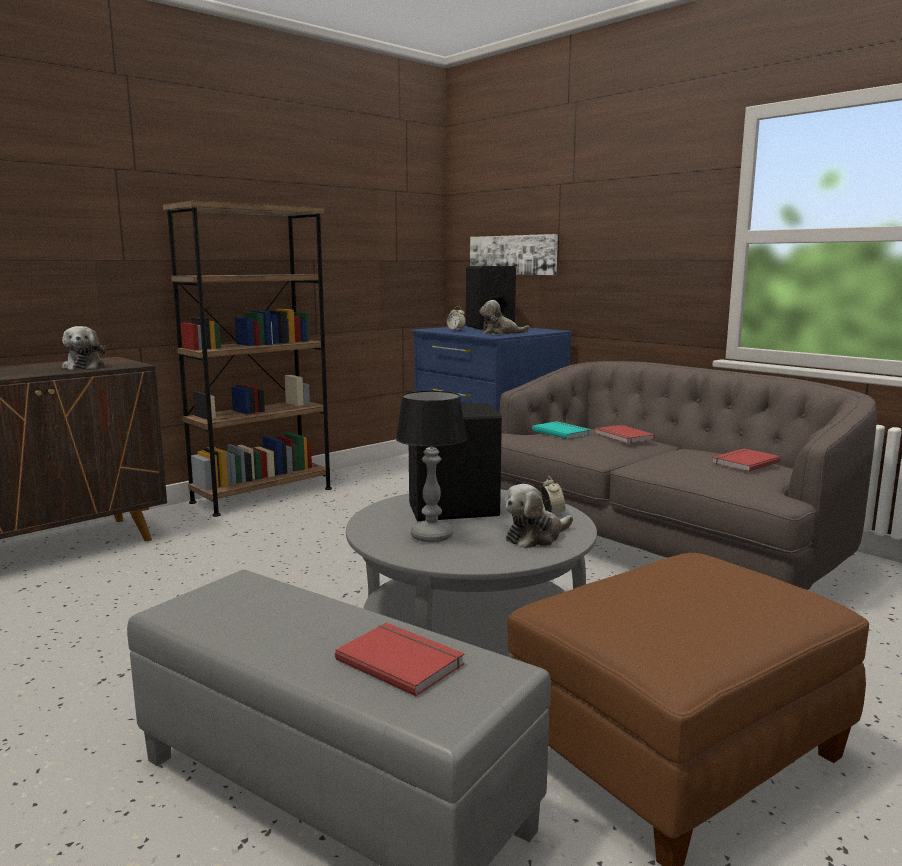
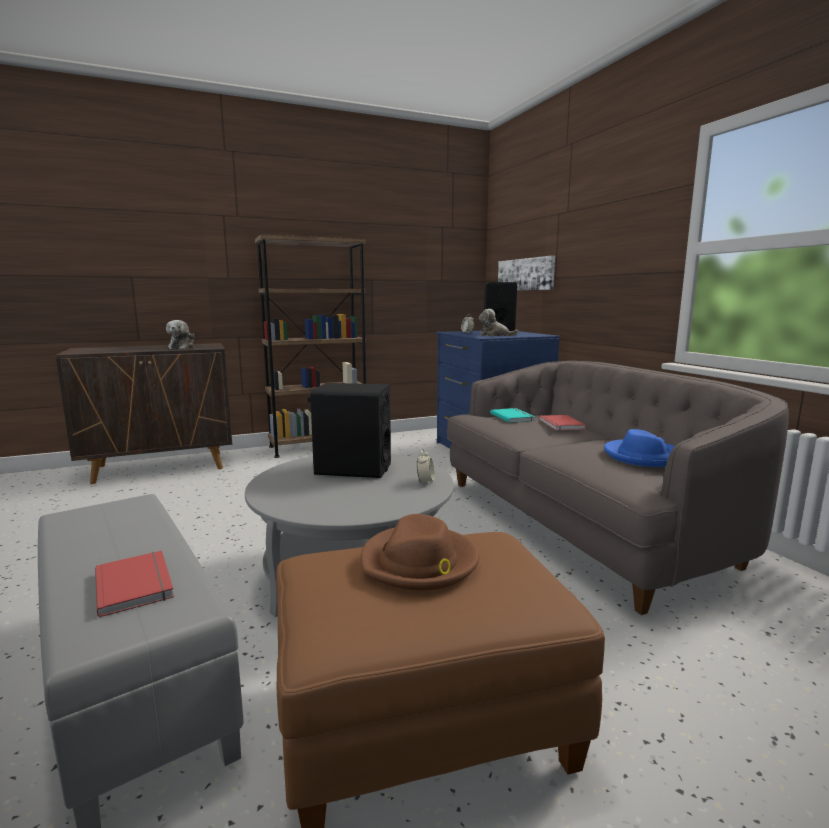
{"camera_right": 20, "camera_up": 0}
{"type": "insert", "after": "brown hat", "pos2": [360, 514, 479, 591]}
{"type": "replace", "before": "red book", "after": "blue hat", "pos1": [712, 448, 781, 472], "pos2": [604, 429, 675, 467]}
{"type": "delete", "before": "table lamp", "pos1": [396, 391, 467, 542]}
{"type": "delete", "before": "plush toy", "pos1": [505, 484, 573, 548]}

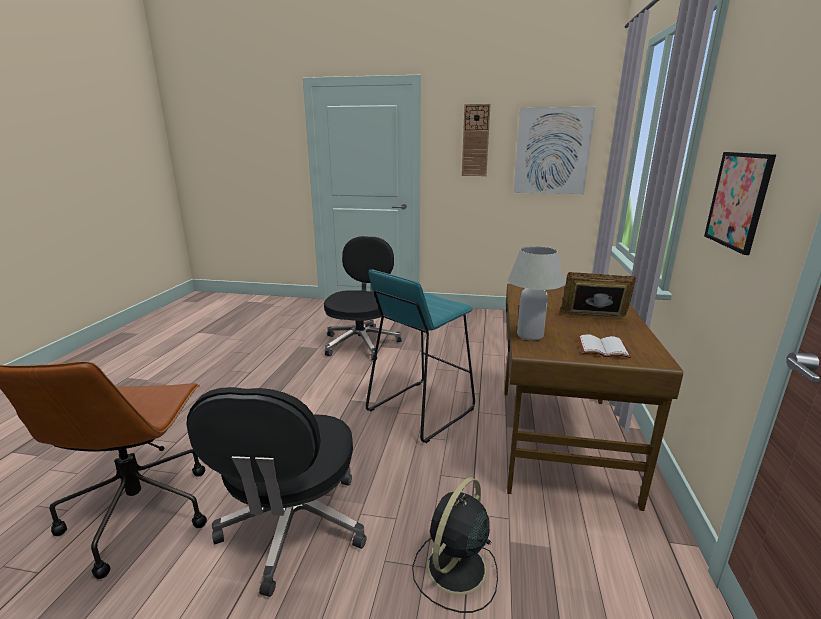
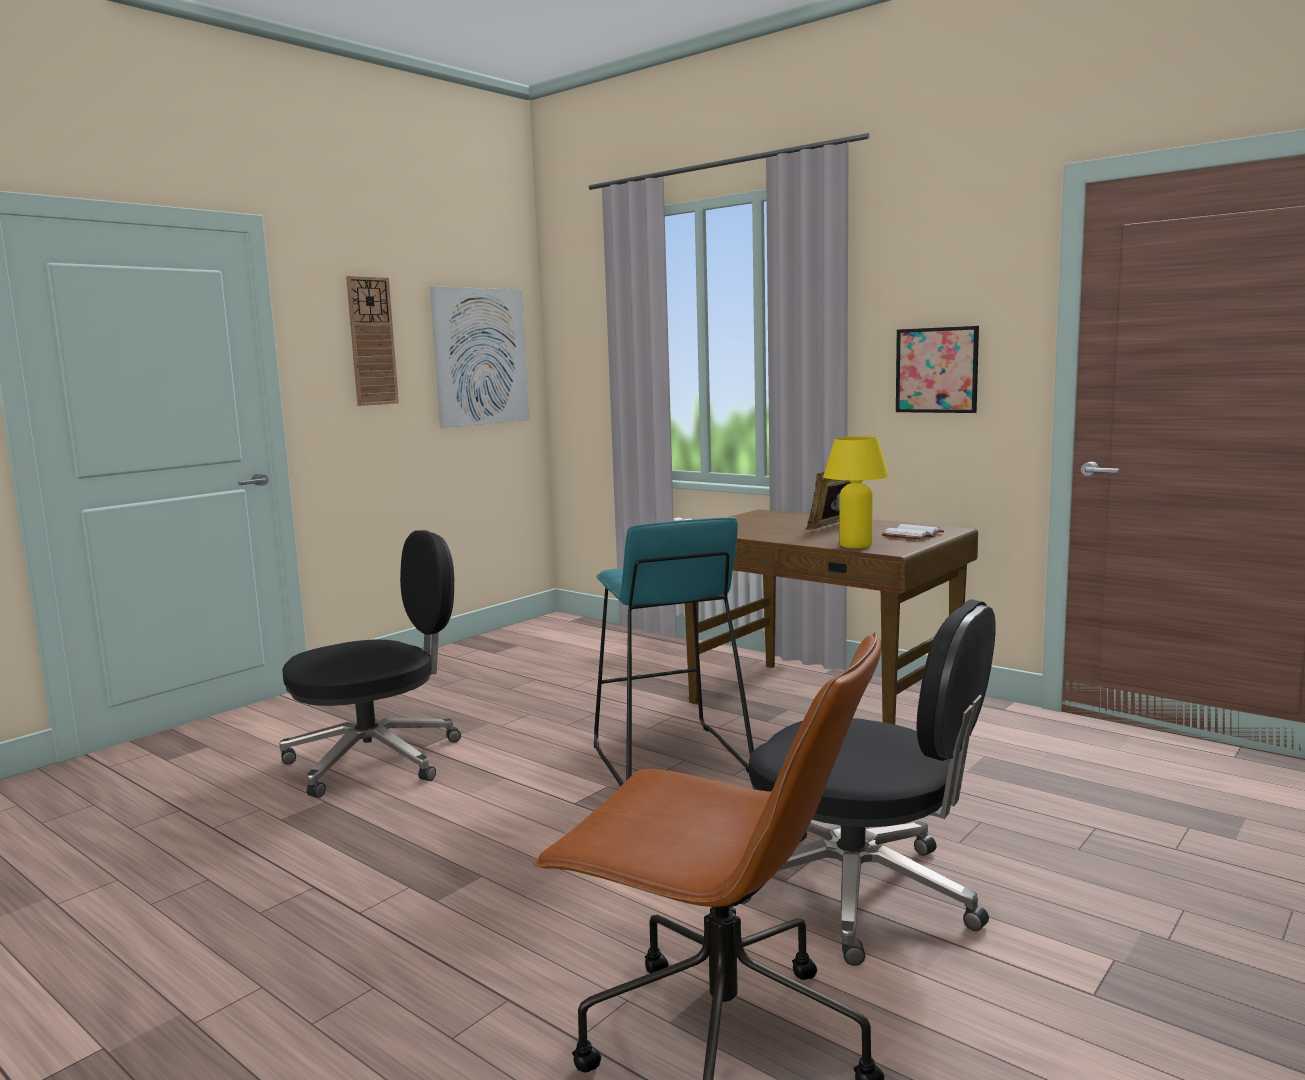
{"camera_right": -60, "camera_up": -10}
{"type": "rotate", "before": "black office chair", "pos1": [324, 236, 402, 360], "pos2": [279, 530, 461, 798], "turn": 105}
{"type": "recolor", "before": "white table lamp", "after": "yellow table lamp", "pos1": [508, 246, 564, 341], "pos2": [823, 436, 889, 549]}
{"type": "delete", "before": "black fan", "pos1": [412, 477, 498, 613]}

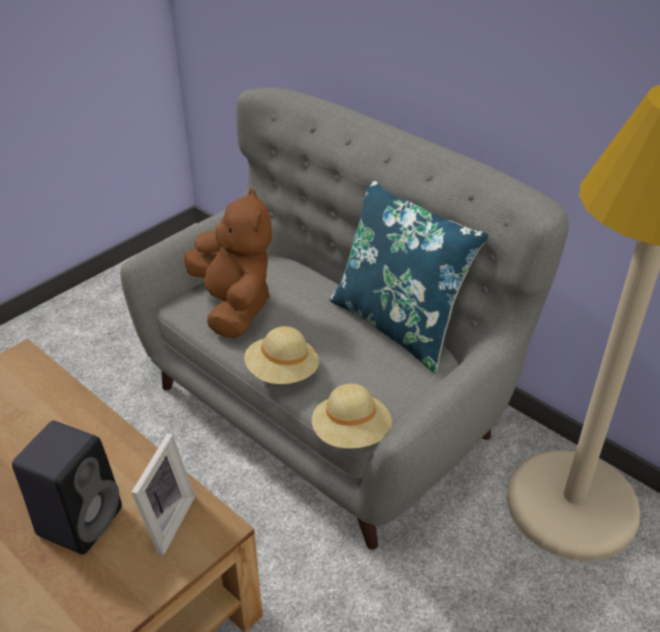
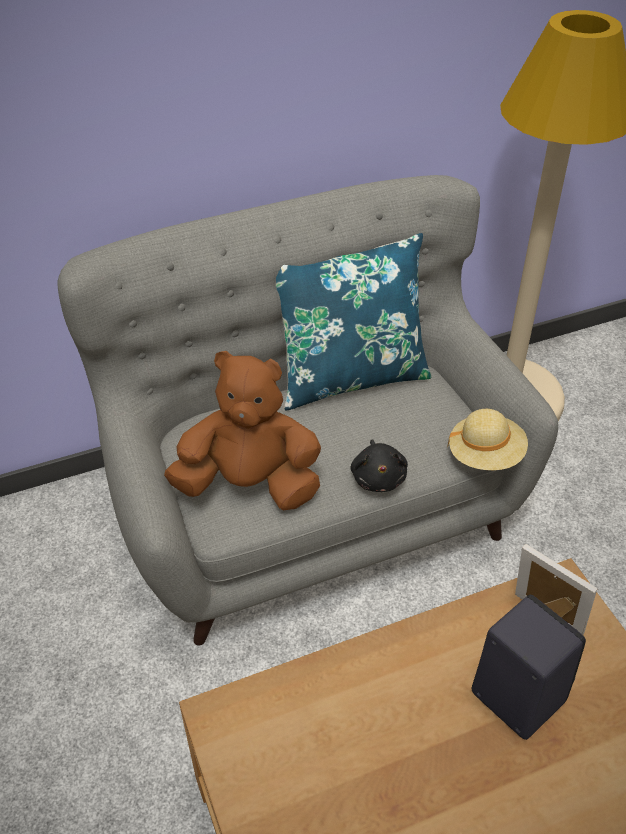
{"camera_right": -65, "camera_up": 5}
{"type": "replace", "before": "beige hat", "after": "black plush toy", "pos1": [244, 326, 319, 384], "pos2": [350, 439, 408, 492]}

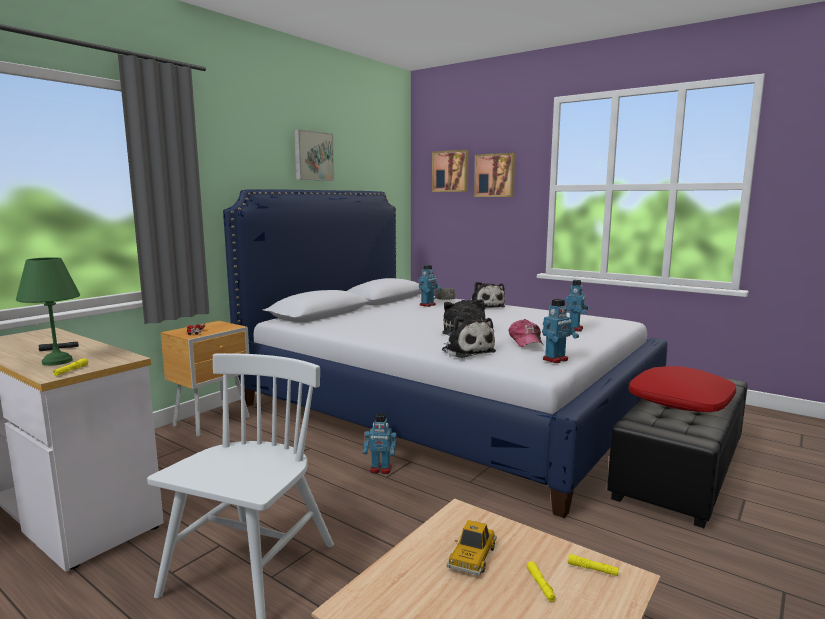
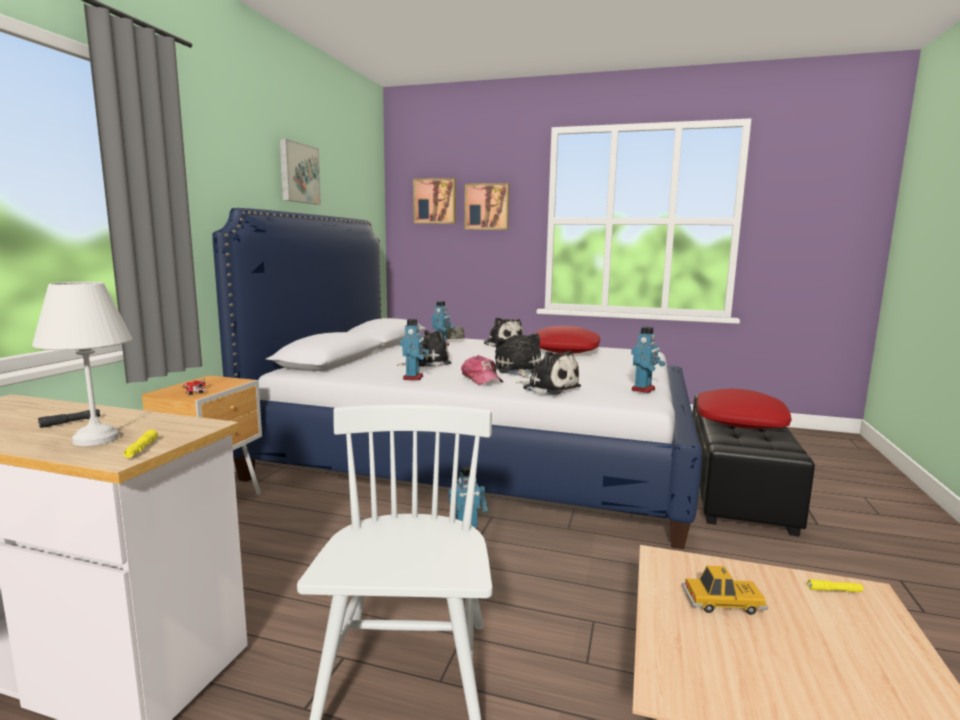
{"camera_right": -20, "camera_up": 0}
{"type": "recolor", "before": "green table lamp", "after": "white table lamp", "pos1": [16, 257, 80, 366], "pos2": [32, 282, 132, 446]}
{"type": "insert", "after": "plush toy", "pos2": [397, 330, 451, 367]}
{"type": "move", "before": "toy robot", "pos1": [565, 280, 589, 332], "pos2": [400, 319, 429, 380]}
{"type": "move", "before": "cap", "pos1": [509, 319, 544, 347], "pos2": [461, 355, 503, 385]}
{"type": "insert", "after": "red pillow", "pos2": [534, 326, 600, 354]}
{"type": "rotate", "before": "toy car", "pos1": [447, 520, 497, 576], "pos2": [682, 566, 768, 615], "turn": -90}
{"type": "delete", "before": "yellow flashlight", "pos1": [527, 561, 556, 602]}

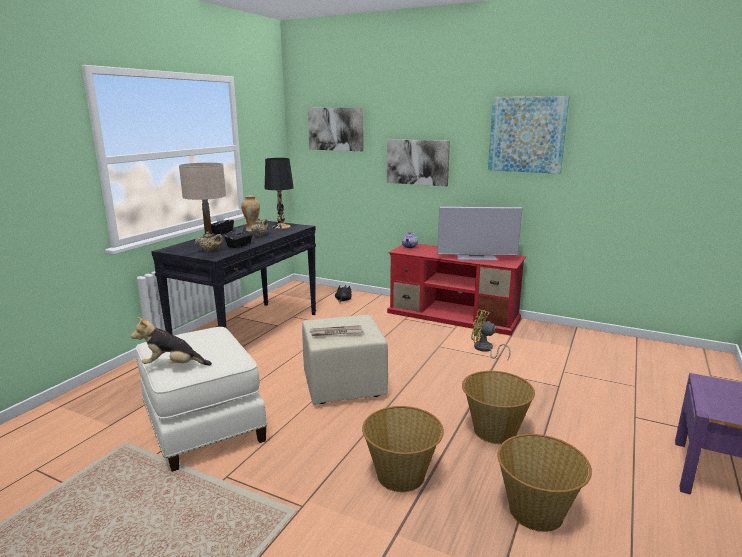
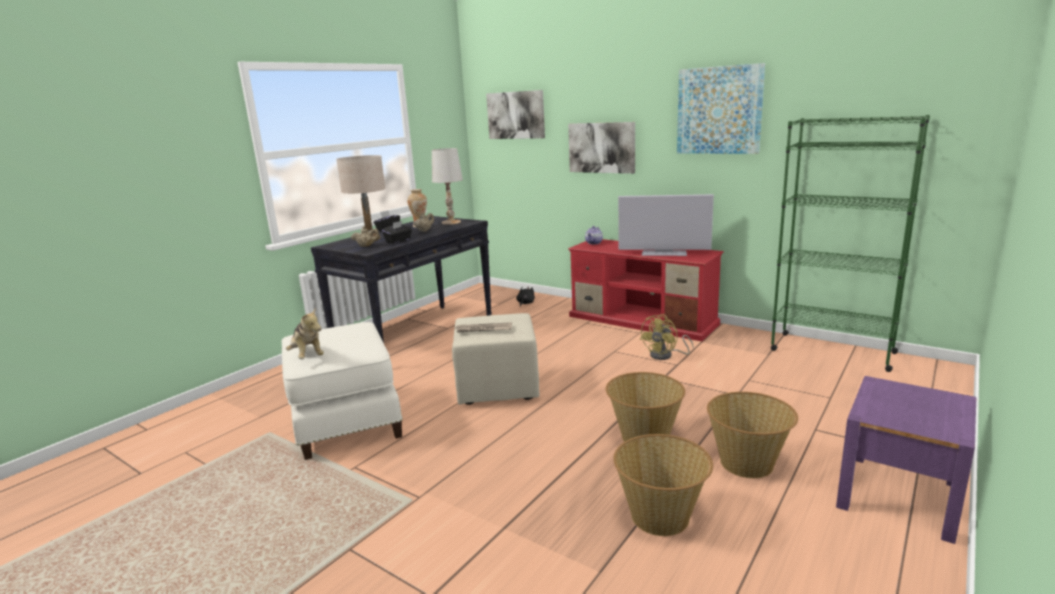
{"camera_right": 10, "camera_up": 0}
{"type": "rotate", "before": "plush toy", "pos1": [131, 317, 212, 366], "pos2": [286, 307, 324, 359], "turn": -135}
{"type": "recolor", "before": "black table lamp", "after": "white table lamp", "pos1": [265, 158, 294, 229], "pos2": [432, 148, 463, 225]}
{"type": "rotate", "before": "yellow fan", "pos1": [471, 309, 511, 361], "pos2": [640, 314, 694, 360], "turn": -90}
{"type": "move", "before": "basket", "pos1": [362, 406, 444, 492], "pos2": [707, 392, 798, 478]}
{"type": "insert", "after": "green bookcase", "pos2": [771, 115, 930, 372]}

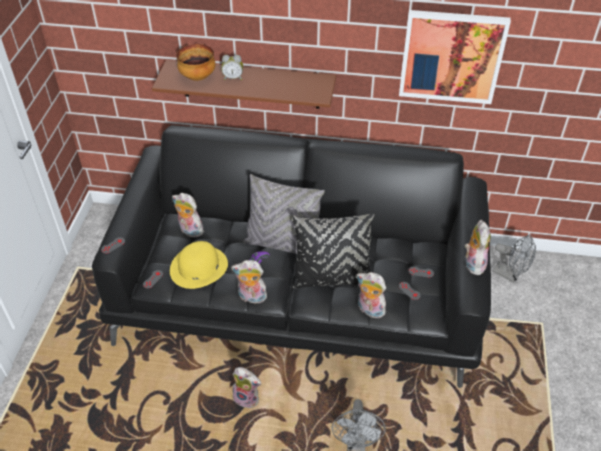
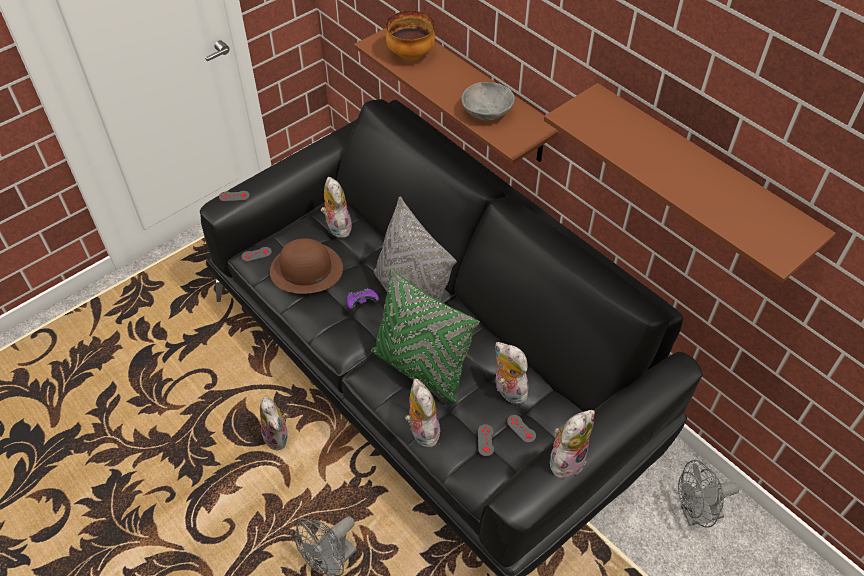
{"camera_right": 40, "camera_up": 5}
{"type": "recolor", "before": "yellow hat", "after": "brown hat", "pos1": [170, 241, 228, 289], "pos2": [270, 238, 343, 294]}
{"type": "recolor", "before": "black pillow", "after": "green pillow", "pos1": [292, 213, 374, 288], "pos2": [371, 268, 480, 403]}
{"type": "insert", "after": "grey bowl", "pos2": [461, 82, 515, 121]}
{"type": "move", "before": "plush toy", "pos1": [231, 260, 270, 304], "pos2": [495, 342, 529, 404]}
{"type": "replace", "before": "picture", "after": "brown shelf", "pos1": [399, 10, 511, 104], "pos2": [544, 83, 836, 283]}
{"type": "rotate", "before": "grey fan", "pos1": [492, 235, 536, 283], "pos2": [678, 460, 740, 528], "turn": 90}
{"type": "delete", "before": "alarm clock", "pos1": [221, 55, 243, 80]}

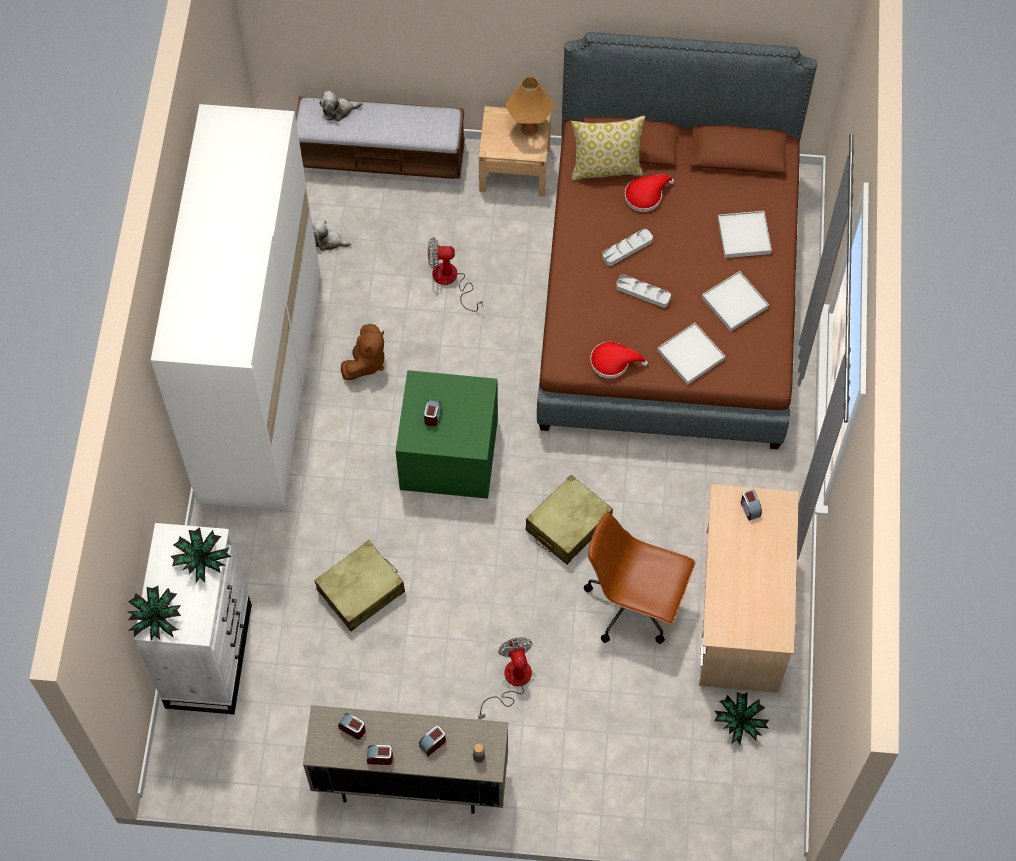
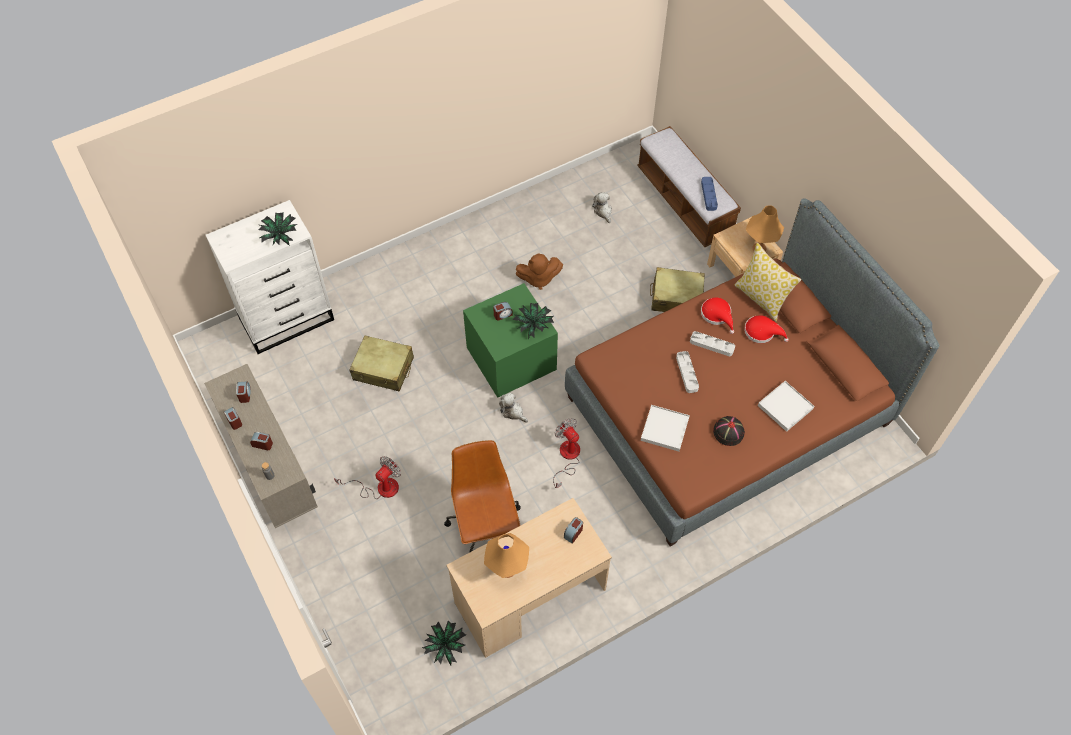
{"camera_right": 55, "camera_up": -5}
{"type": "insert", "after": "orange table lamp", "pos2": [484, 533, 529, 578]}
{"type": "move", "before": "plush toy", "pos1": [319, 91, 362, 121], "pos2": [499, 393, 528, 423]}
{"type": "move", "before": "potted plant", "pos1": [128, 586, 181, 641], "pos2": [513, 303, 554, 339]}
{"type": "move", "before": "fan", "pos1": [428, 237, 483, 312], "pos2": [553, 418, 580, 488]}
{"type": "move", "before": "beige suitcase", "pos1": [525, 475, 613, 565], "pos2": [650, 267, 705, 312]}
{"type": "insert", "after": "blue tray", "pos2": [701, 177, 718, 211]}
{"type": "move", "before": "red hat", "pos1": [590, 342, 648, 379], "pos2": [701, 297, 734, 334]}
{"type": "replace", "before": "white tray", "after": "black hat", "pos1": [702, 271, 769, 332], "pos2": [713, 416, 745, 446]}
{"type": "delete", "before": "white wardrobe", "pos1": [151, 104, 321, 510]}

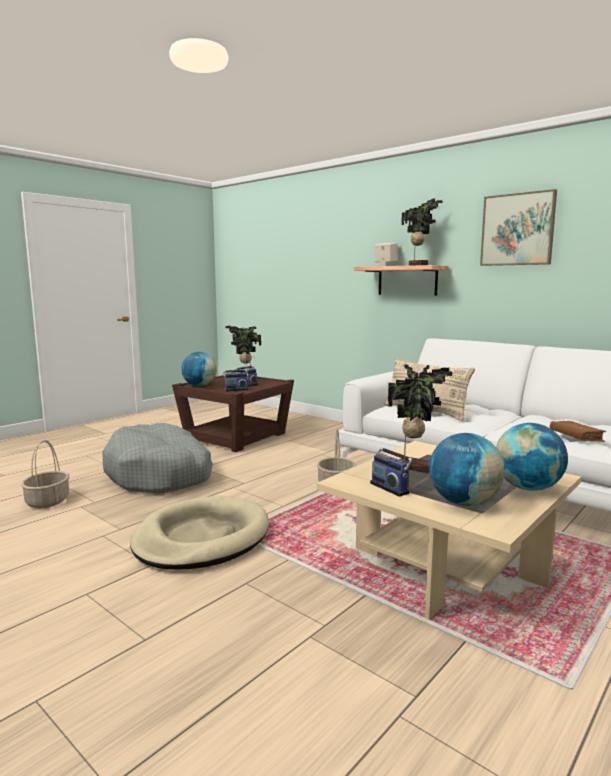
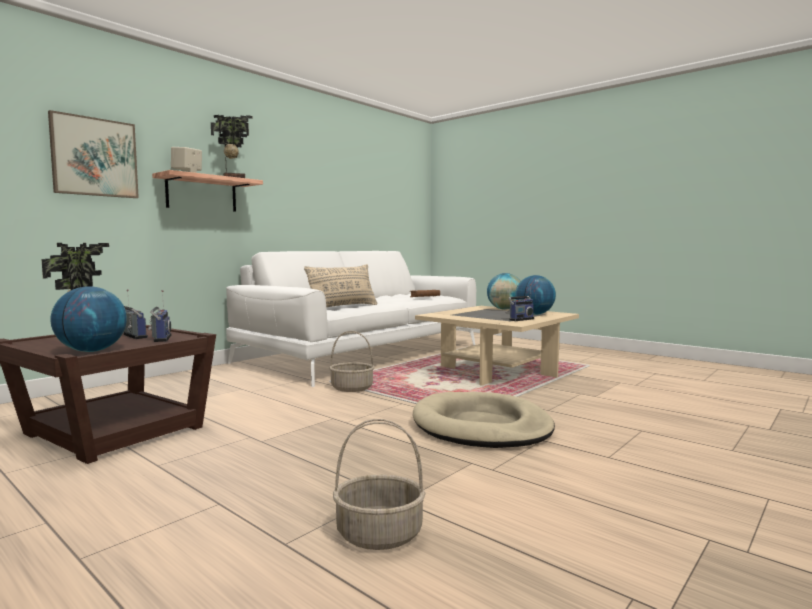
{"camera_right": -90, "camera_up": -5}
{"type": "move", "before": "picture", "pos1": [480, 189, 557, 266], "pos2": [48, 110, 139, 198]}
{"type": "delete", "before": "grey dog bed", "pos1": [102, 423, 213, 493]}
{"type": "delete", "before": "potted plant", "pos1": [388, 364, 453, 473]}

